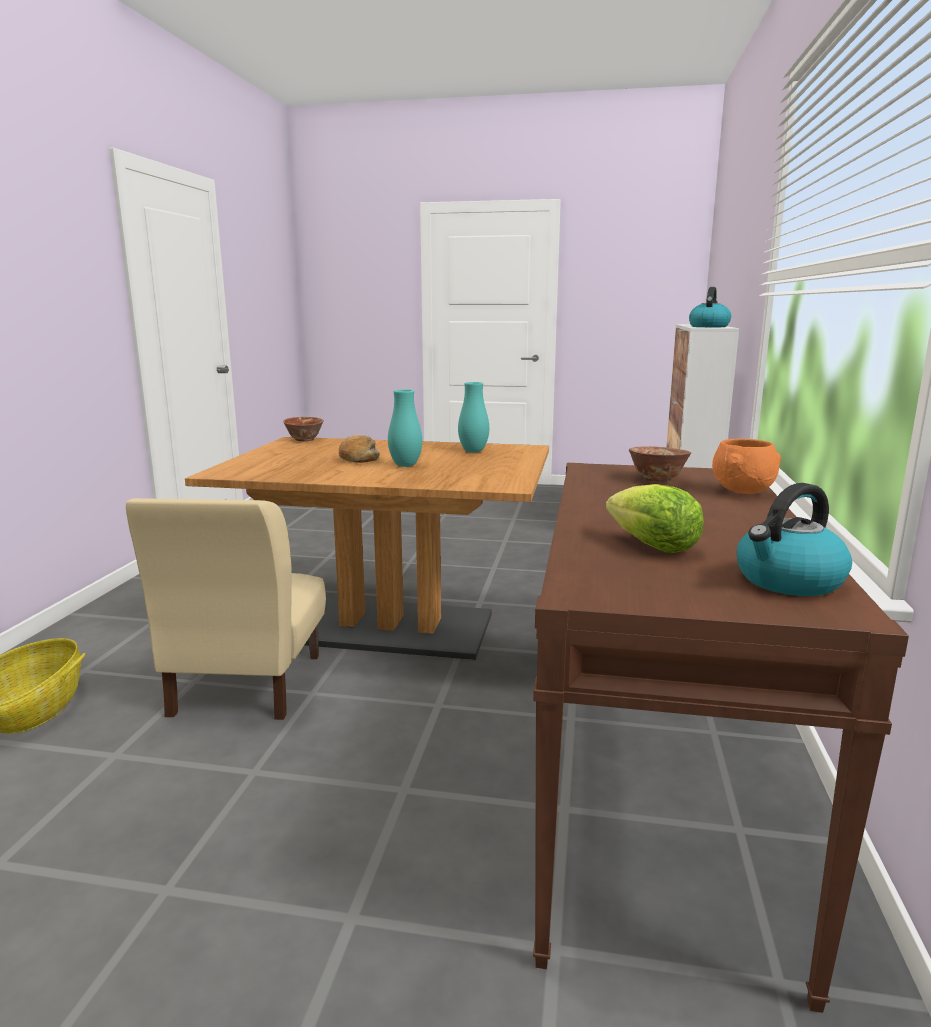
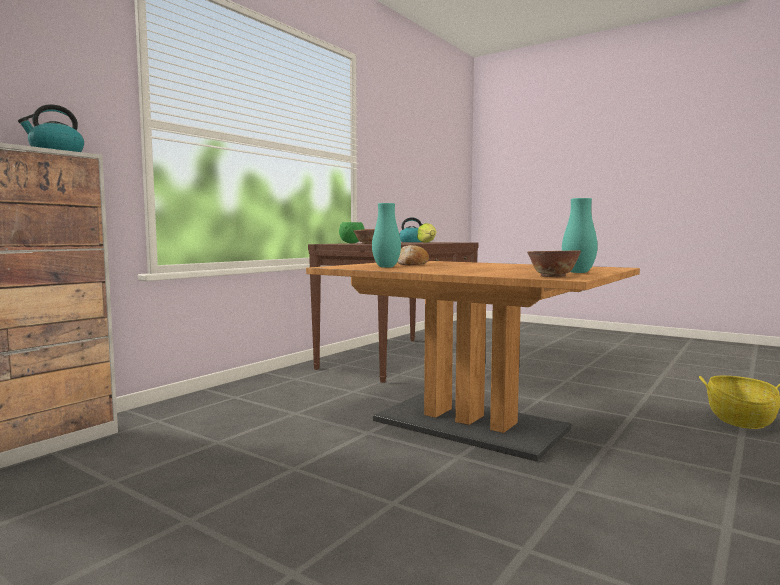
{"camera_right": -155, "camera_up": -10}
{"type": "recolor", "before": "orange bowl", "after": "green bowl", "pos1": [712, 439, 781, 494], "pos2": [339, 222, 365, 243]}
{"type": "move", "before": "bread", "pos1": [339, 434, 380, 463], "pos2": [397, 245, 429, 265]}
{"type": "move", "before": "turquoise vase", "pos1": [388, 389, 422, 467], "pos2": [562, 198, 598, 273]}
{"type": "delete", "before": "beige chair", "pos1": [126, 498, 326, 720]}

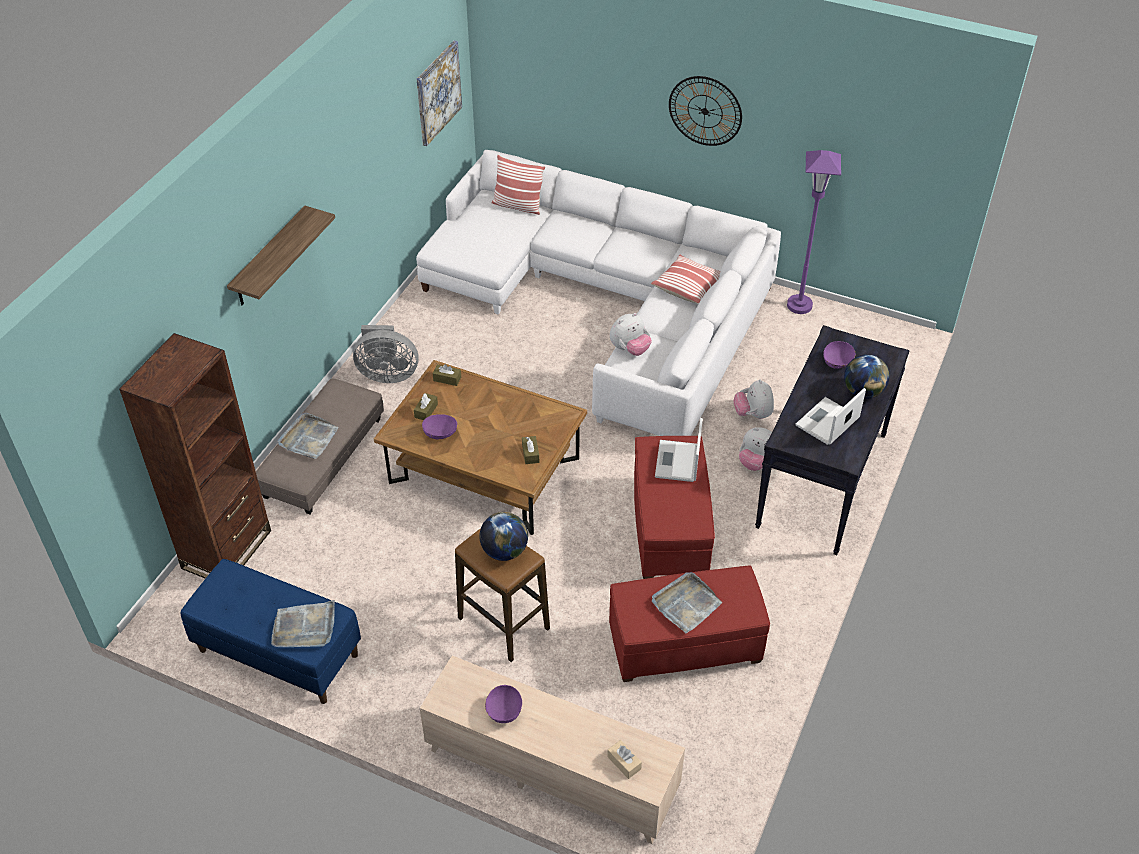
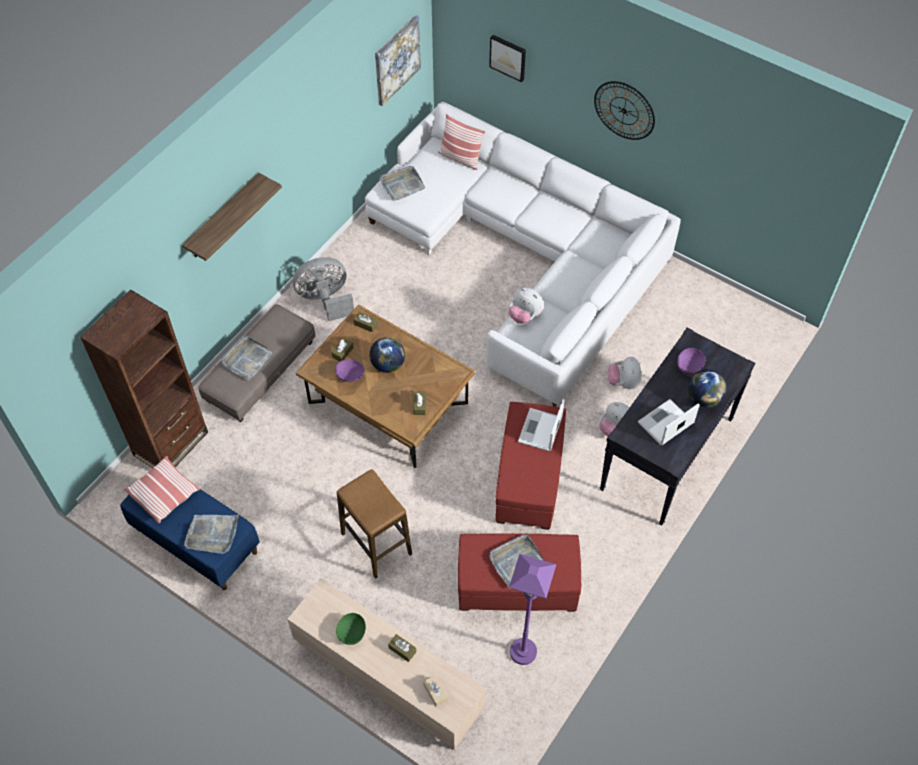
{"camera_right": 10, "camera_up": 10}
{"type": "move", "before": "pillow", "pos1": [651, 255, 720, 304], "pos2": [124, 456, 200, 523]}
{"type": "rotate", "before": "grey fan", "pos1": [353, 325, 419, 383], "pos2": [293, 257, 354, 321], "turn": 150}
{"type": "recolor", "before": "purple bowl", "after": "green bowl", "pos1": [485, 685, 522, 723], "pos2": [336, 613, 366, 645]}
{"type": "move", "before": "globe", "pos1": [479, 512, 528, 561], "pos2": [370, 337, 405, 373]}
{"type": "insert", "after": "grey tray", "pos2": [380, 166, 425, 201]}
{"type": "insert", "after": "brown tissue box", "pos2": [388, 634, 416, 662]}
{"type": "insert", "after": "picture", "pos2": [489, 35, 526, 82]}
{"type": "rotate", "before": "plush toy", "pos1": [610, 313, 652, 356], "pos2": [509, 288, 544, 324], "turn": 60}
{"type": "move", "before": "purple floor lamp", "pos1": [787, 150, 841, 314], "pos2": [509, 554, 556, 665]}

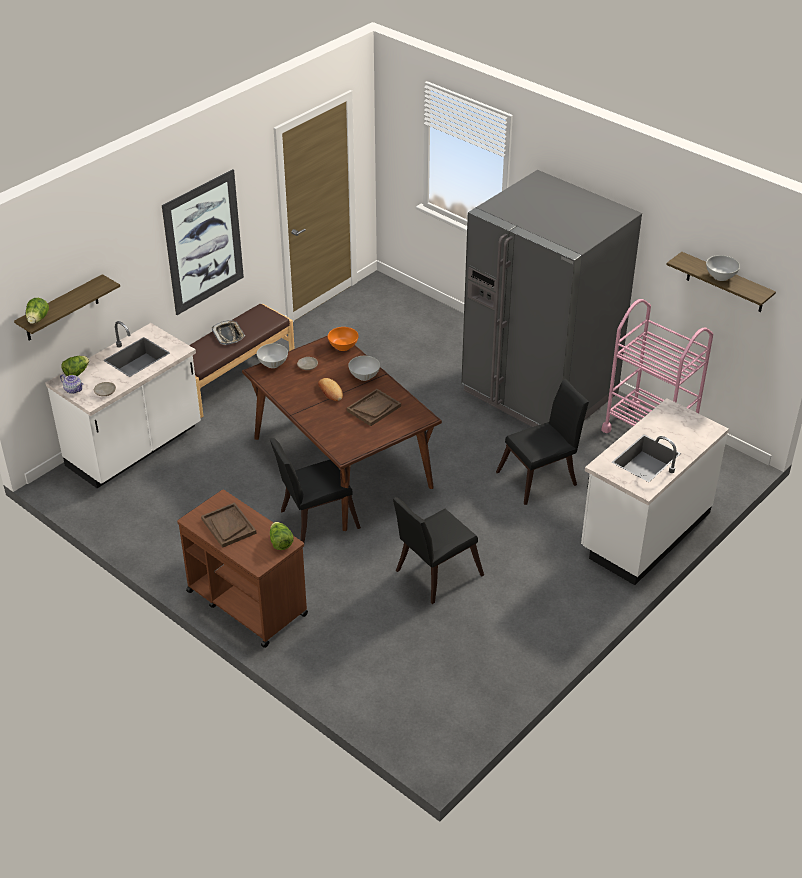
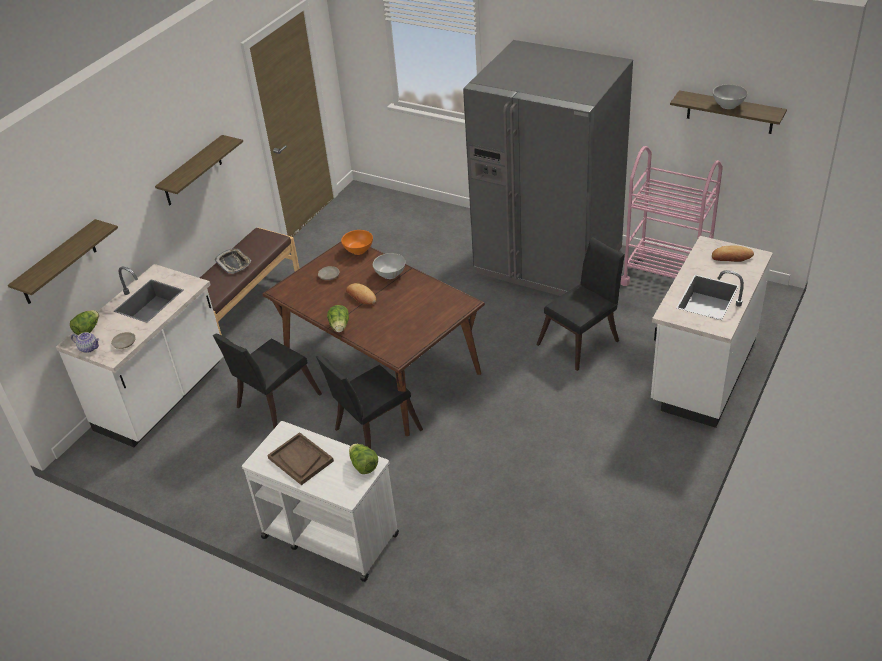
{"camera_right": -10, "camera_up": 0}
{"type": "replace", "before": "picture", "after": "shelf", "pos1": [162, 169, 244, 315], "pos2": [155, 135, 243, 205]}
{"type": "move", "before": "black chair", "pos1": [393, 497, 484, 604], "pos2": [213, 334, 322, 428]}
{"type": "recolor", "before": "brown cart", "after": "white cart", "pos1": [177, 490, 308, 648], "pos2": [242, 421, 399, 582]}
{"type": "move", "before": "lettuce", "pos1": [26, 298, 49, 324], "pos2": [327, 305, 349, 332]}
{"type": "insert", "after": "bread", "pos2": [712, 245, 754, 262]}
{"type": "delete", "before": "white bowl", "pos1": [257, 343, 288, 368]}
{"type": "delete", "before": "brown tray", "pos1": [347, 389, 401, 426]}

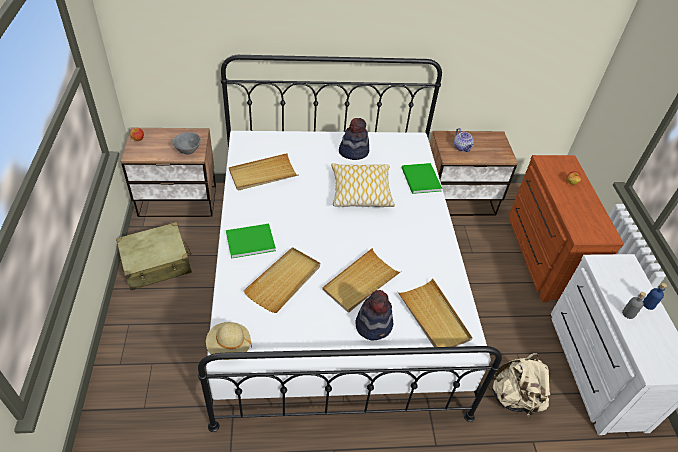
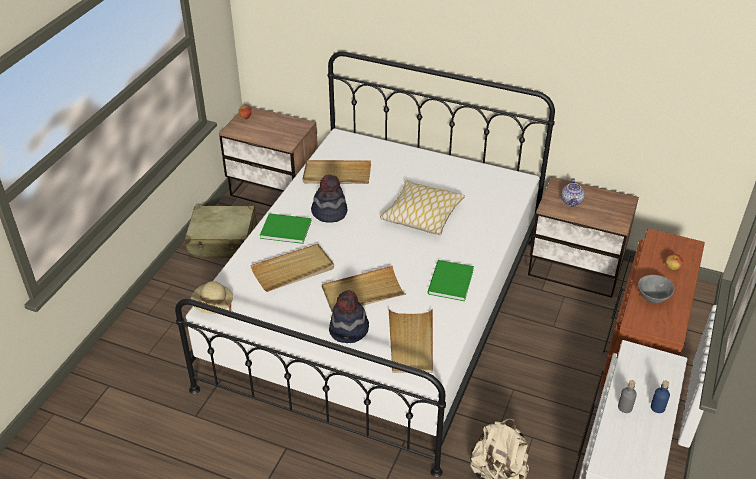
{"camera_right": 30, "camera_up": -5}
{"type": "move", "before": "hat", "pos1": [339, 118, 369, 160], "pos2": [311, 175, 347, 223]}
{"type": "move", "before": "green book", "pos1": [402, 163, 442, 194], "pos2": [427, 260, 474, 301]}
{"type": "move", "before": "grey bowl", "pos1": [173, 132, 201, 154], "pos2": [638, 275, 674, 304]}

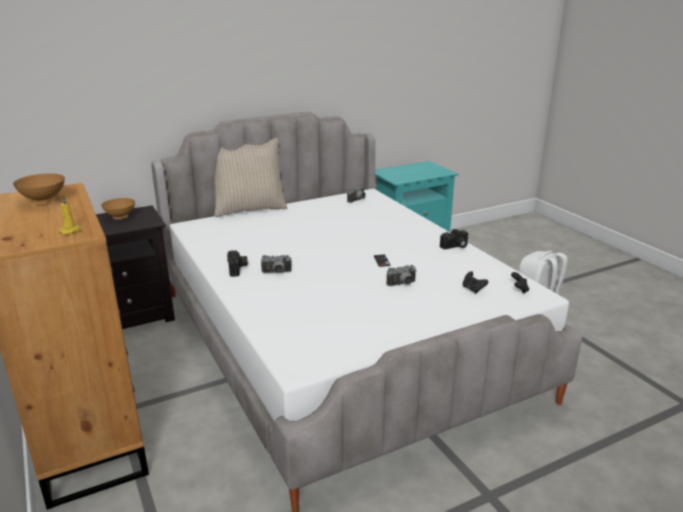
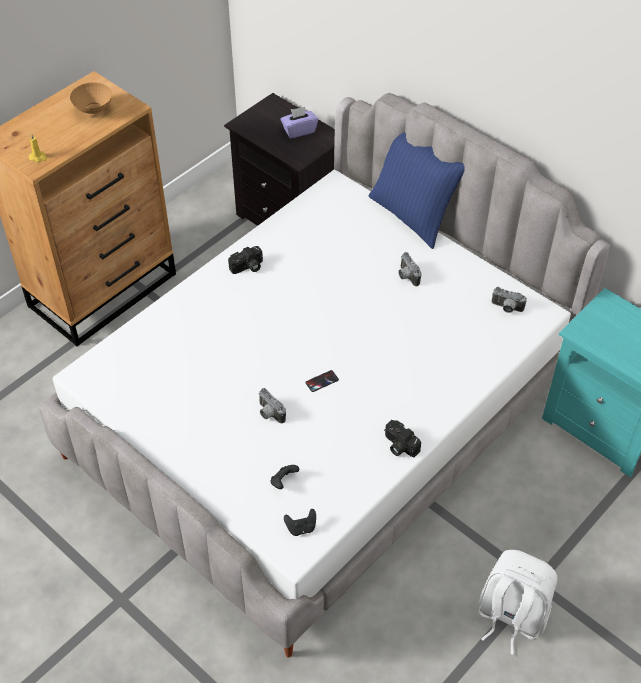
{"camera_right": 70, "camera_up": 25}
{"type": "replace", "before": "brown bowl", "after": "purple tissue box", "pos1": [101, 198, 135, 219], "pos2": [280, 107, 318, 138]}
{"type": "recolor", "before": "beige pillow", "after": "blue pillow", "pos1": [214, 138, 288, 217], "pos2": [369, 132, 465, 249]}
{"type": "move", "before": "photo camera", "pos1": [261, 255, 292, 273], "pos2": [398, 252, 422, 286]}

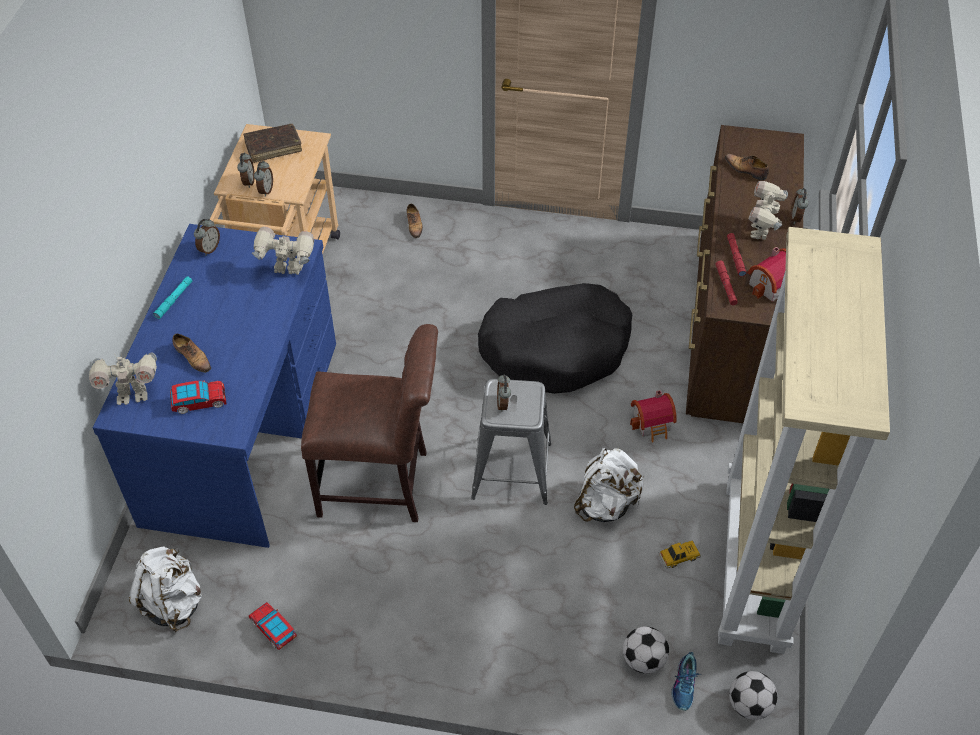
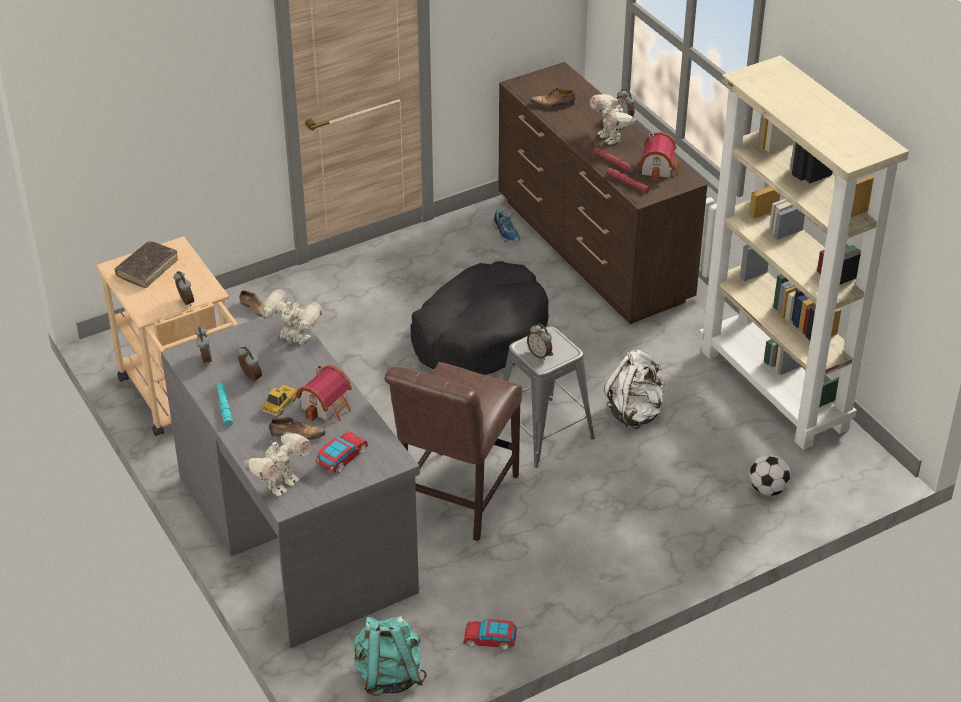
{"camera_right": -40, "camera_up": -10}
{"type": "recolor", "before": "blue desk", "after": "grey desk", "pos1": [93, 224, 336, 548], "pos2": [161, 312, 420, 648]}
{"type": "move", "before": "alarm clock", "pos1": [237, 153, 255, 188], "pos2": [237, 346, 262, 382]}
{"type": "rotate", "before": "toy robot", "pos1": [252, 227, 314, 275], "pos2": [260, 289, 323, 345], "turn": 60}
{"type": "move", "before": "toy car", "pos1": [659, 541, 701, 568], "pos2": [260, 384, 297, 417]}
{"type": "move", "before": "toy house", "pos1": [630, 390, 676, 442], "pos2": [296, 365, 352, 422]}
{"type": "recolor", "before": "white backpack", "after": "turquoise backpack", "pos1": [129, 546, 202, 632], "pos2": [353, 616, 427, 696]}
{"type": "rotate", "before": "brown chair", "pos1": [301, 324, 438, 522], "pos2": [385, 362, 522, 541], "turn": 150}
{"type": "move", "before": "shoe", "pos1": [671, 652, 701, 711], "pos2": [492, 209, 520, 242]}
{"type": "delete", "before": "football", "pos1": [729, 671, 777, 720]}

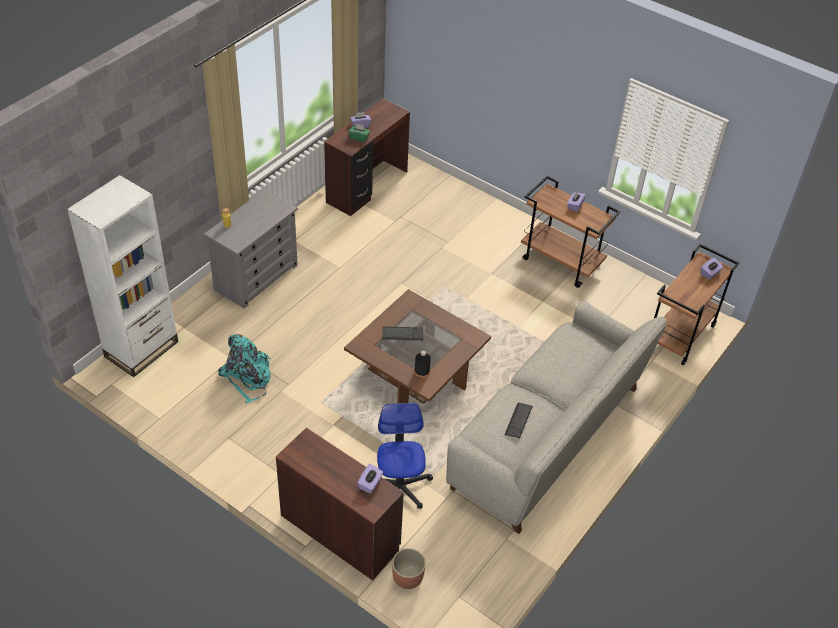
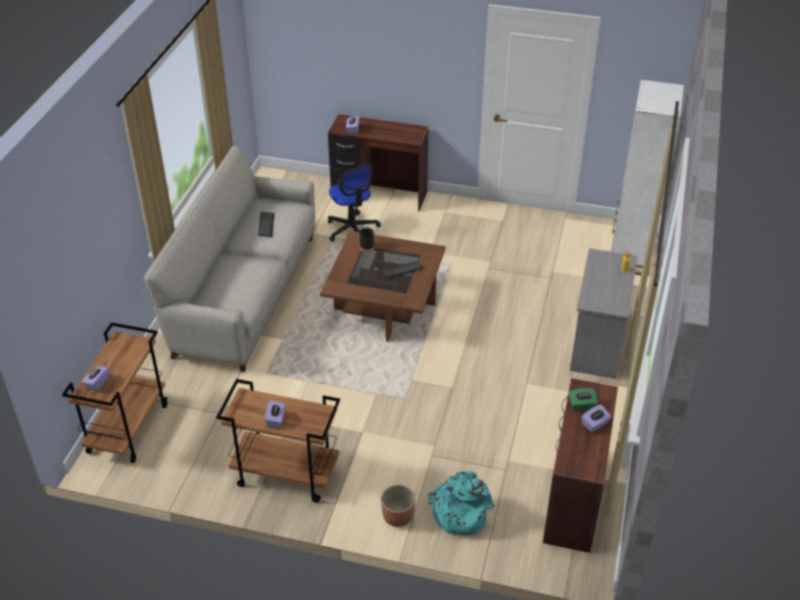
{"camera_right": 160, "camera_up": -5}
{"type": "move", "before": "planter", "pos1": [392, 548, 426, 589], "pos2": [381, 485, 415, 527]}
{"type": "move", "before": "turquoise backpack", "pos1": [218, 334, 271, 404], "pos2": [428, 471, 494, 535]}

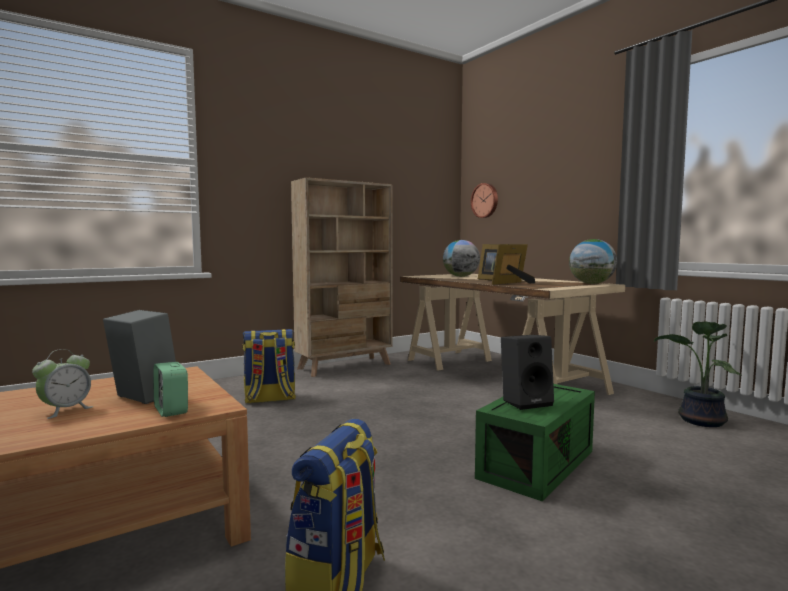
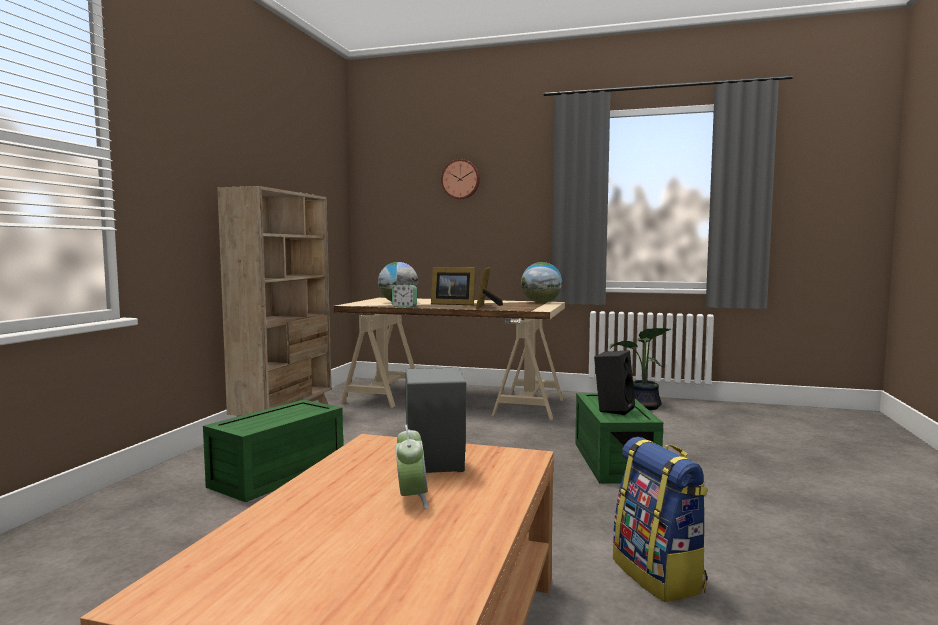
{"camera_right": -40, "camera_up": 0}
{"type": "replace", "before": "backpack", "after": "green storage box", "pos1": [242, 329, 296, 404], "pos2": [203, 400, 343, 502]}
{"type": "move", "before": "alarm clock", "pos1": [153, 362, 188, 417], "pos2": [392, 285, 417, 307]}
{"type": "move", "before": "wall clock", "pos1": [471, 183, 498, 218], "pos2": [441, 159, 480, 199]}

